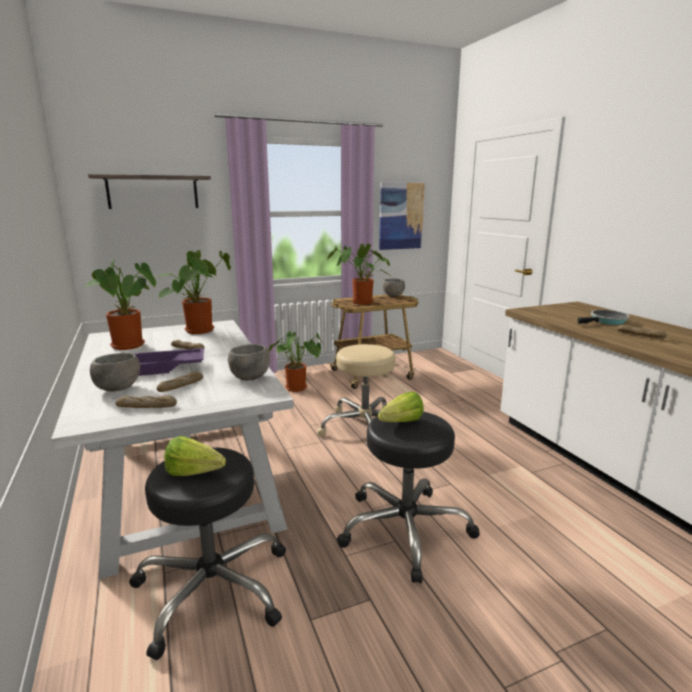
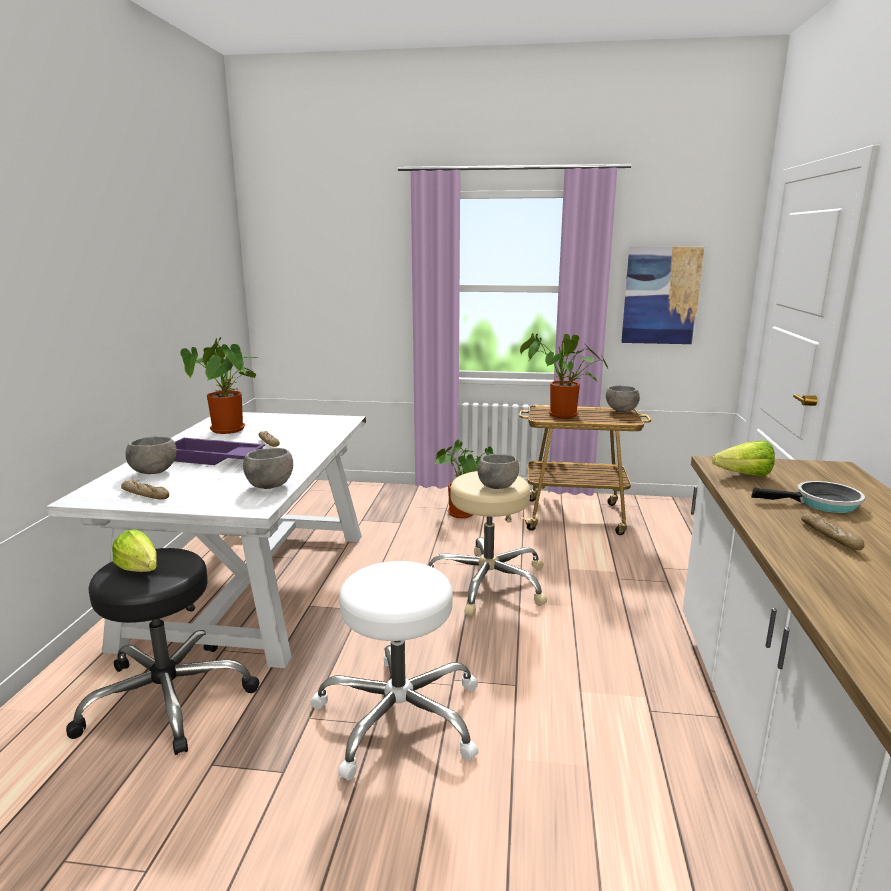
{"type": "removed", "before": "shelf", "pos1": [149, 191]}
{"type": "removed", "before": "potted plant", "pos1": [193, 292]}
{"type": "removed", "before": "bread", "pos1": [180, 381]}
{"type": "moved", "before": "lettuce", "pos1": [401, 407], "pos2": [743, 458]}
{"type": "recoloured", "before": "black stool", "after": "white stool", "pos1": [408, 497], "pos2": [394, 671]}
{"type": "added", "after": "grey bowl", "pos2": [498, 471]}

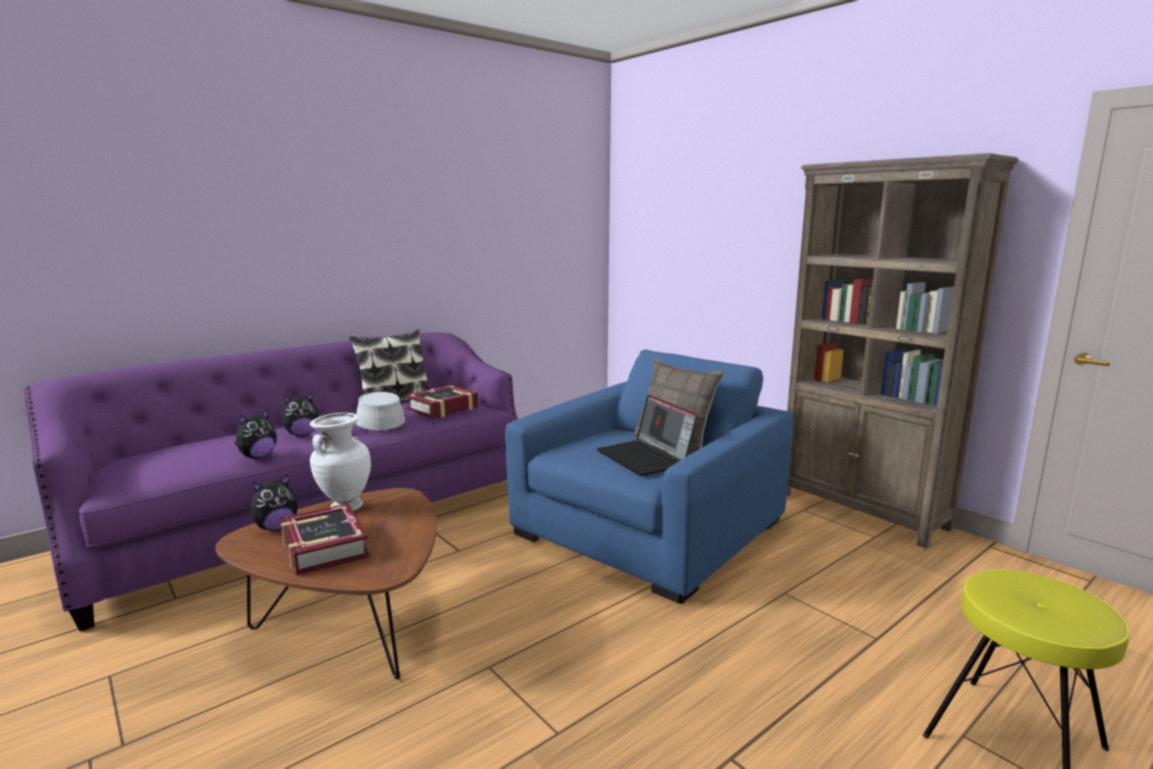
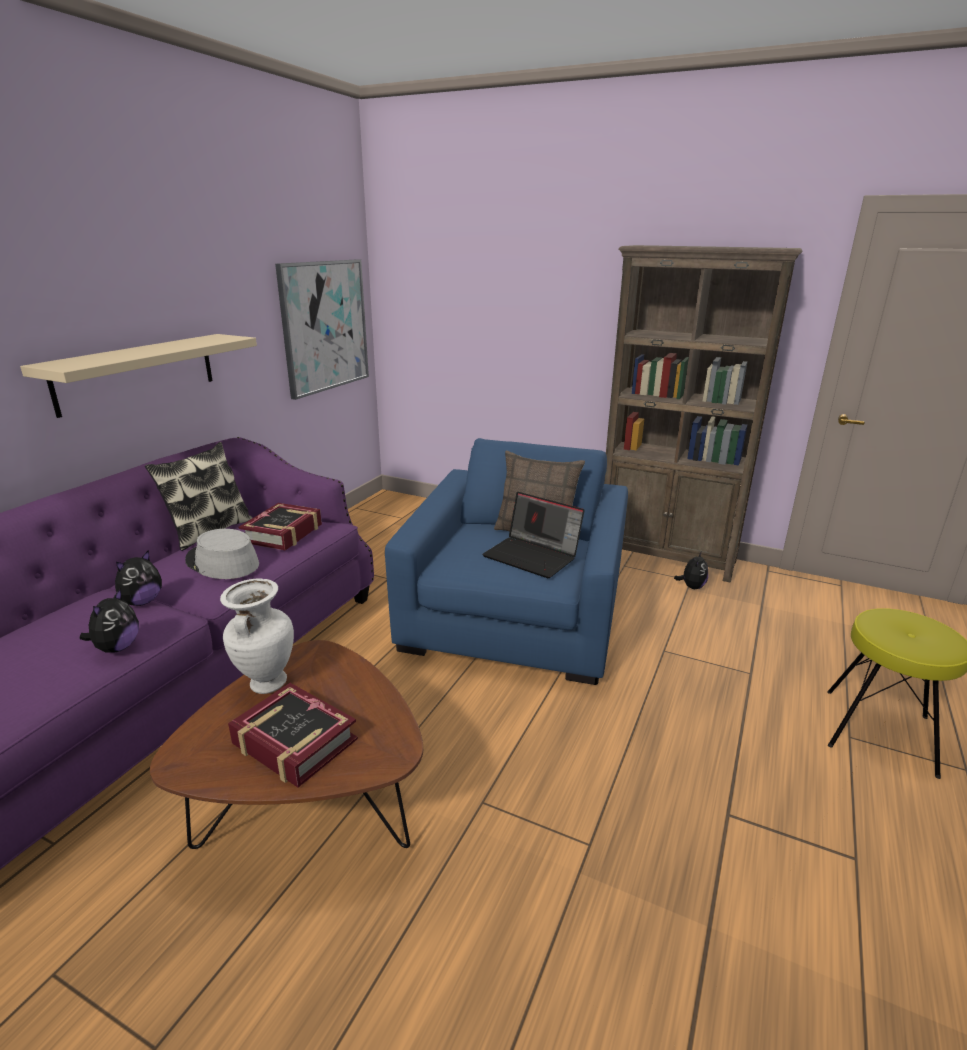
{"type": "moved", "before": "plush toy", "pos1": [274, 502], "pos2": [691, 570]}
{"type": "added", "after": "picture", "pos2": [322, 329]}
{"type": "added", "after": "beige shelf", "pos2": [138, 376]}

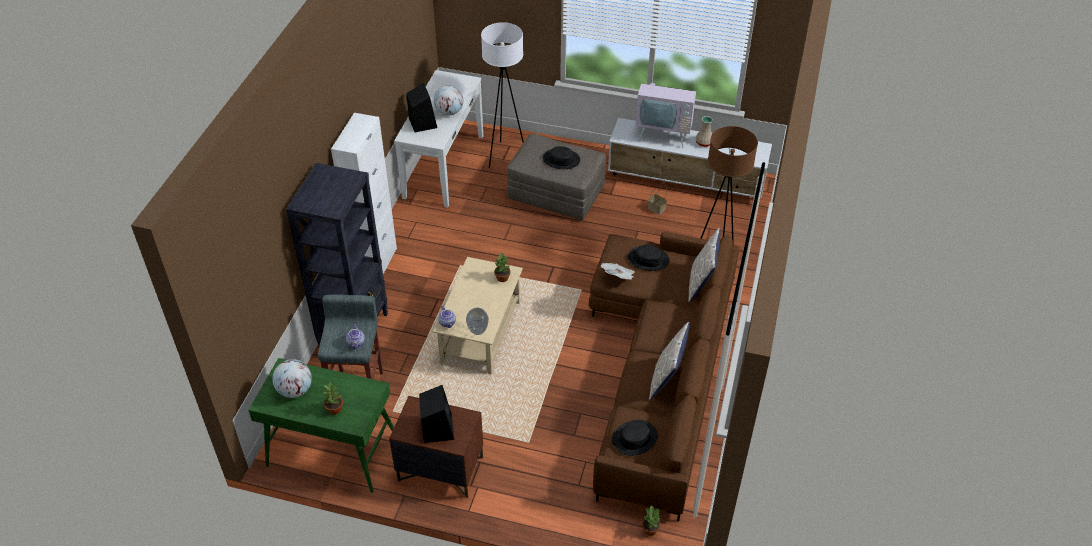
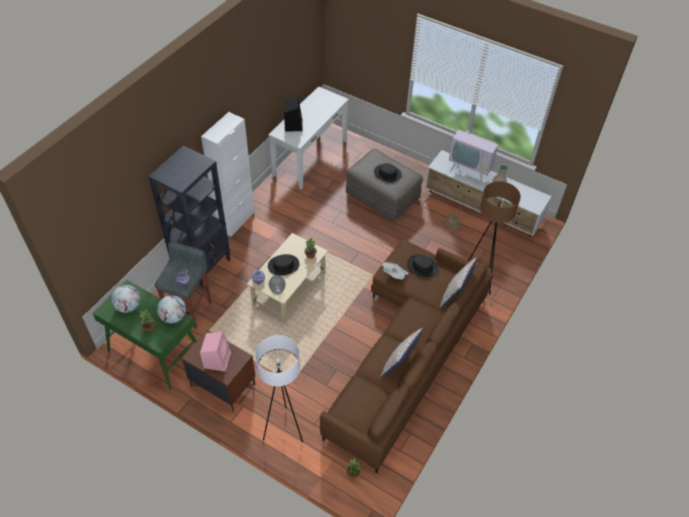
{"type": "moved", "before": "white floor lamp", "pos1": [502, 95], "pos2": [279, 388]}
{"type": "moved", "before": "globe", "pos1": [449, 100], "pos2": [171, 309]}
{"type": "recoloured", "before": "black speaker", "after": "pink speaker", "pos1": [436, 414], "pos2": [215, 351]}
{"type": "moved", "before": "black hat", "pos1": [635, 438], "pos2": [283, 265]}

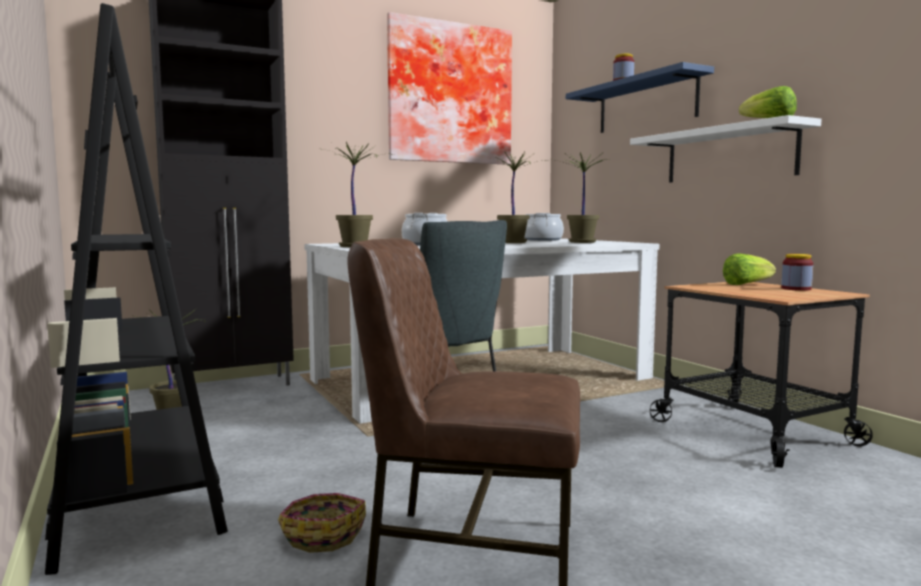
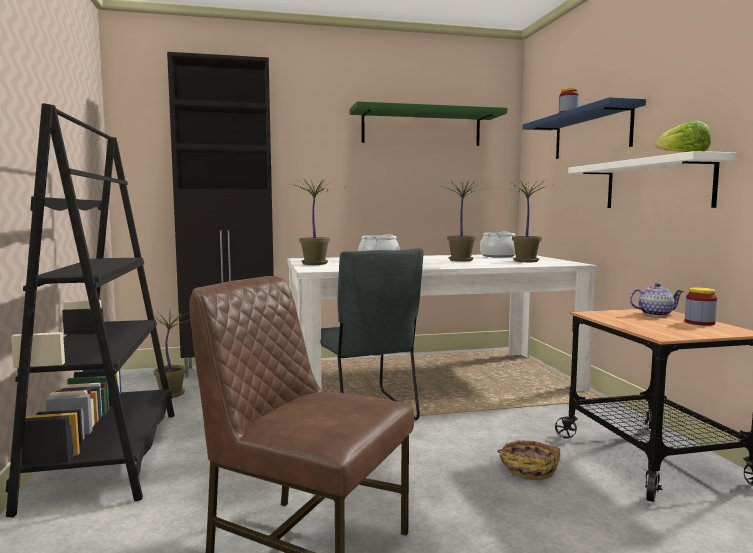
{"type": "replaced", "before": "picture", "after": "green shelf", "pos1": [449, 88], "pos2": [428, 123]}
{"type": "replaced", "before": "lettuce", "after": "teapot", "pos1": [749, 269], "pos2": [657, 299]}
{"type": "moved", "before": "basket", "pos1": [322, 523], "pos2": [528, 460]}

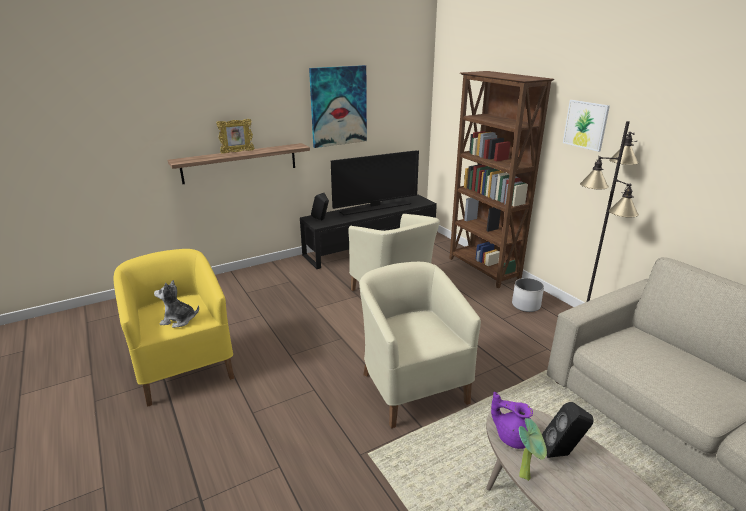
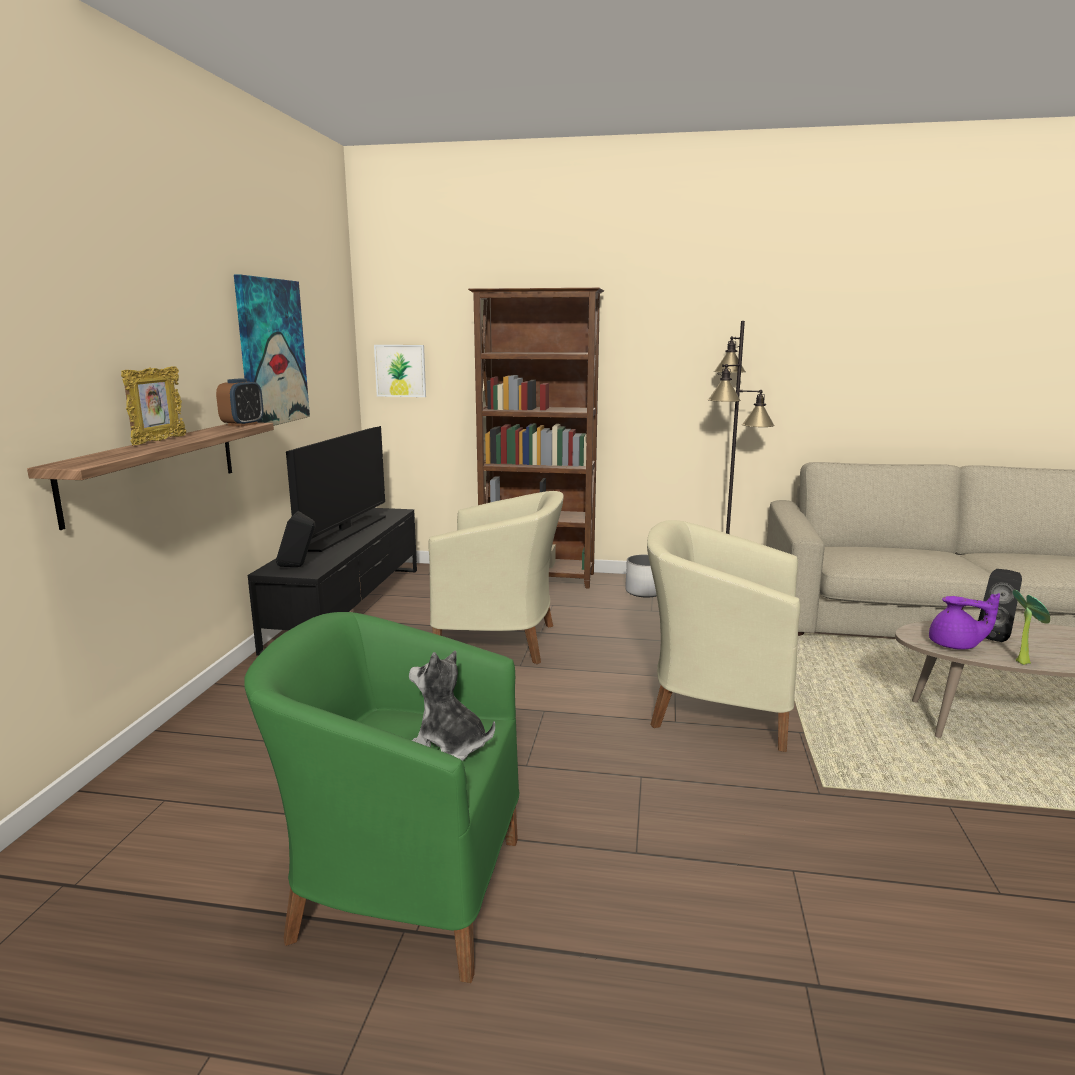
{"type": "moved", "before": "picture", "pos1": [586, 126], "pos2": [400, 371]}
{"type": "recoloured", "before": "yellow armchair", "after": "green armchair", "pos1": [173, 328], "pos2": [381, 797]}
{"type": "turned", "before": "plush toy", "pos1": [176, 304], "pos2": [452, 706], "turn": 75}
{"type": "turned", "before": "purple teapot", "pos1": [512, 420], "pos2": [964, 621], "turn": -135}
{"type": "added", "after": "alarm clock", "pos2": [240, 402]}

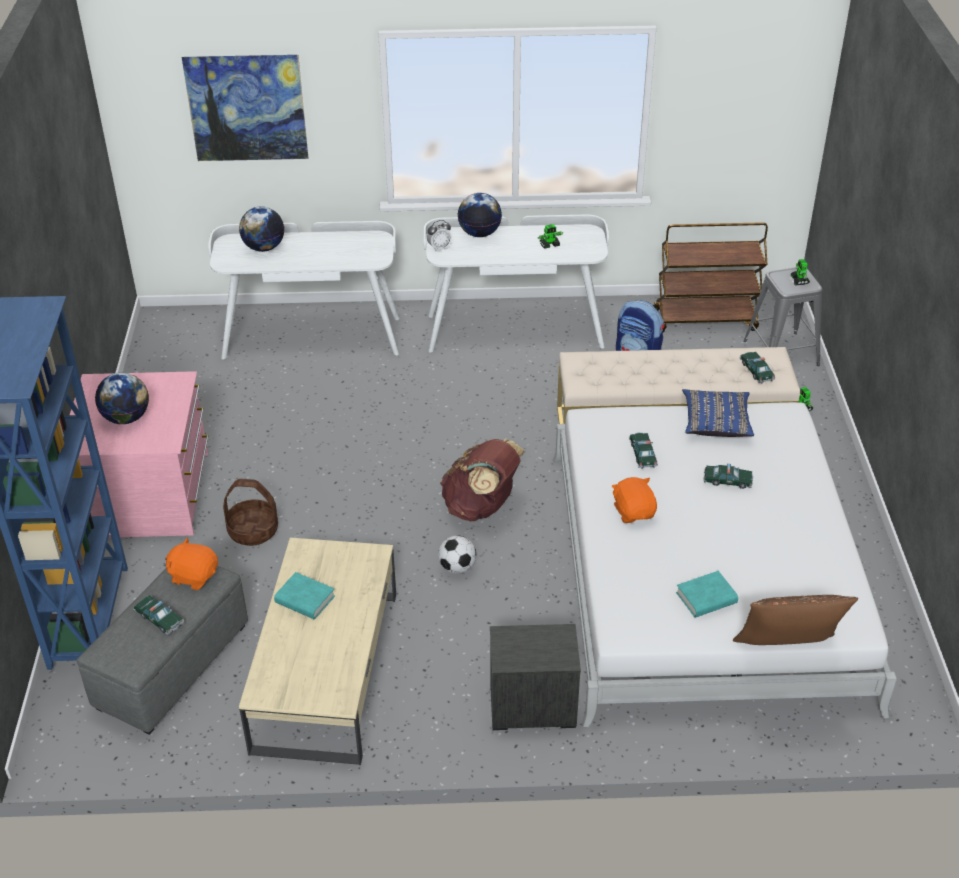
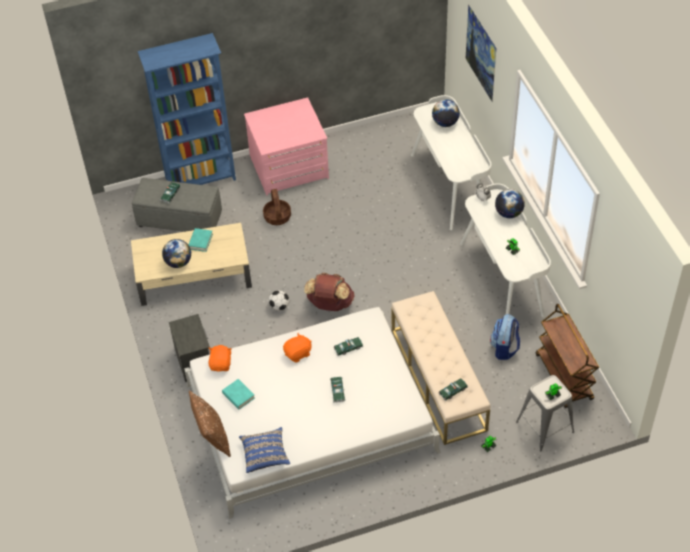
{"type": "moved", "before": "globe", "pos1": [122, 398], "pos2": [176, 253]}
{"type": "moved", "before": "blue pillow", "pos1": [718, 413], "pos2": [264, 450]}
{"type": "moved", "before": "orange plush toy", "pos1": [191, 564], "pos2": [220, 358]}

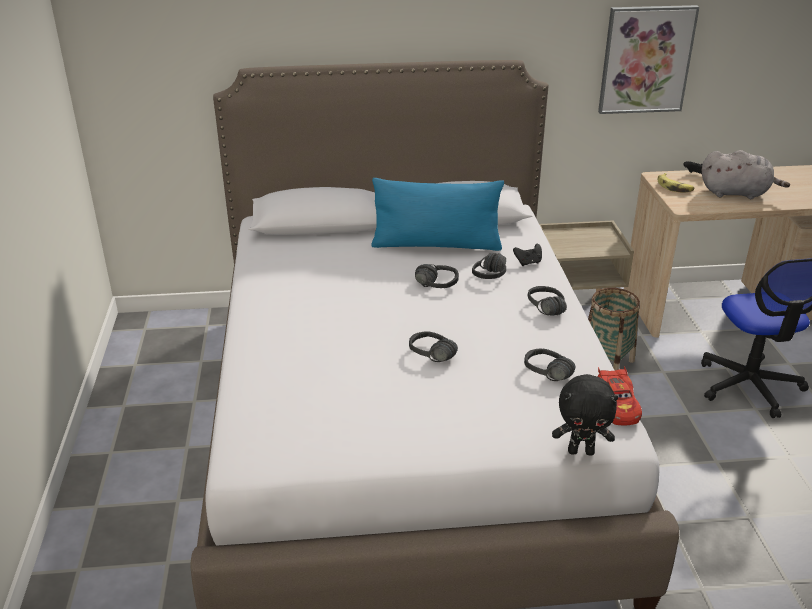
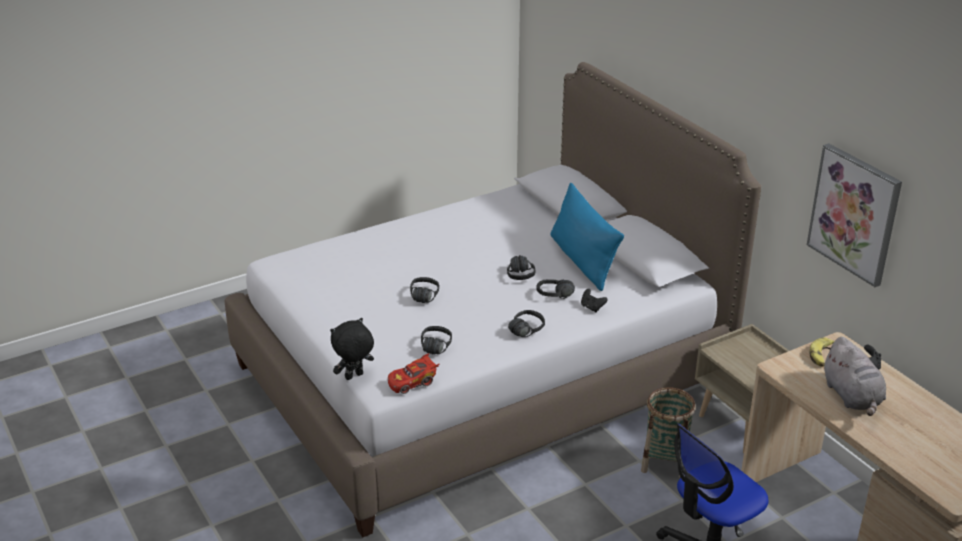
{"type": "turned", "before": "black plush toy", "pos1": [585, 415], "pos2": [352, 349], "turn": 75}

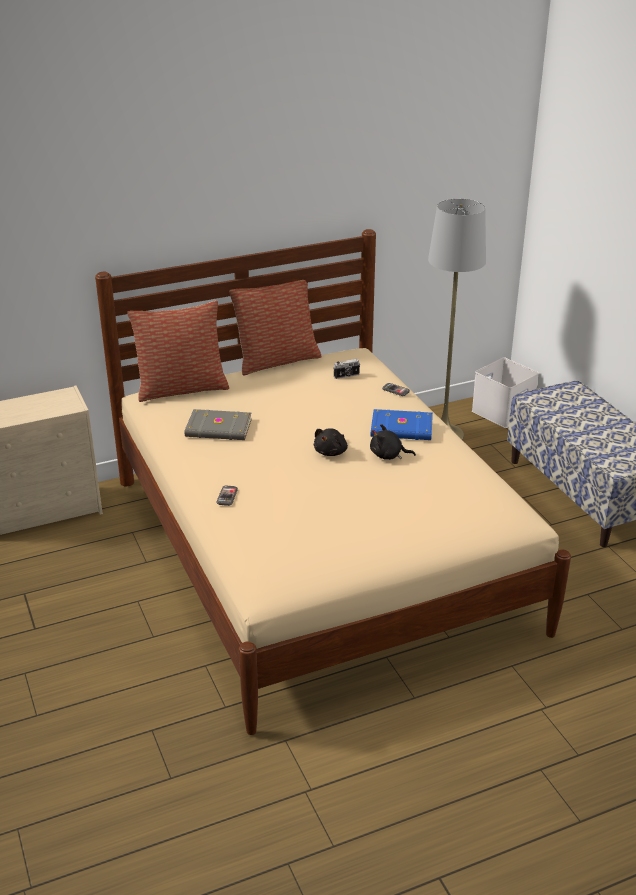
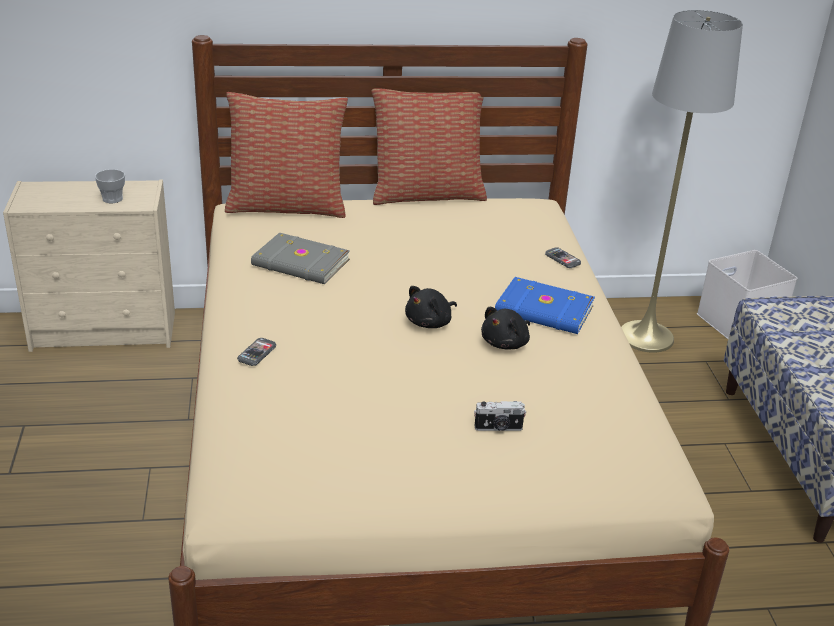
{"type": "moved", "before": "photo camera", "pos1": [346, 369], "pos2": [500, 416]}
{"type": "turned", "before": "black plush toy", "pos1": [393, 442], "pos2": [505, 328], "turn": -75}
{"type": "added", "after": "cup", "pos2": [110, 186]}

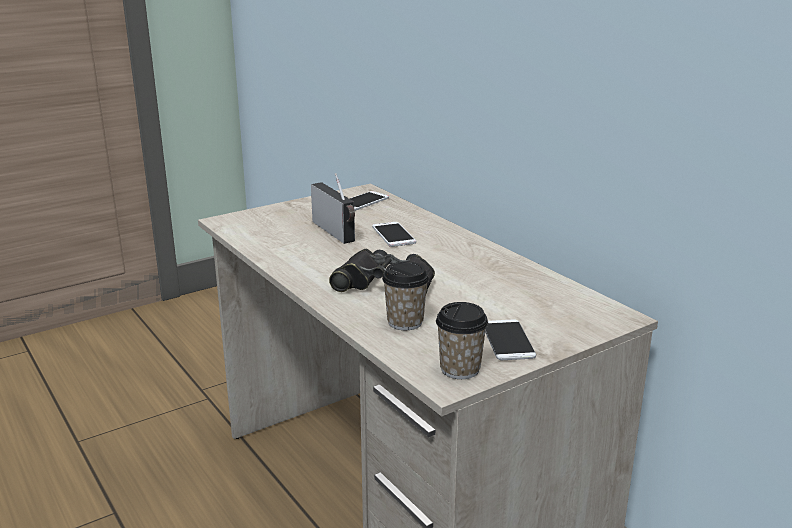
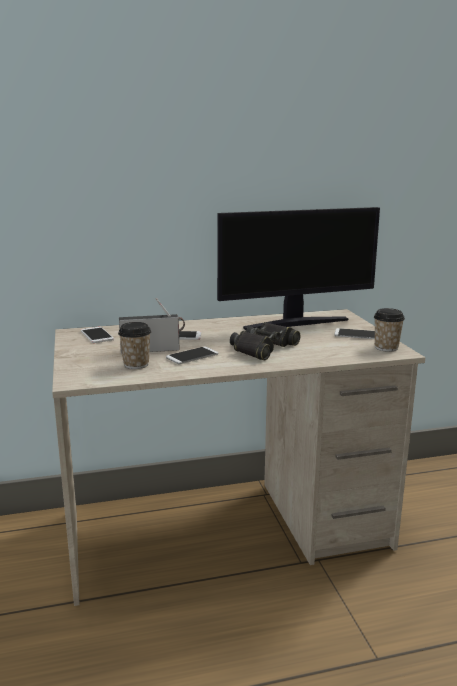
{"type": "moved", "before": "cup", "pos1": [405, 295], "pos2": [134, 345]}
{"type": "added", "after": "monitor", "pos2": [298, 268]}
{"type": "added", "after": "phone", "pos2": [192, 355]}

